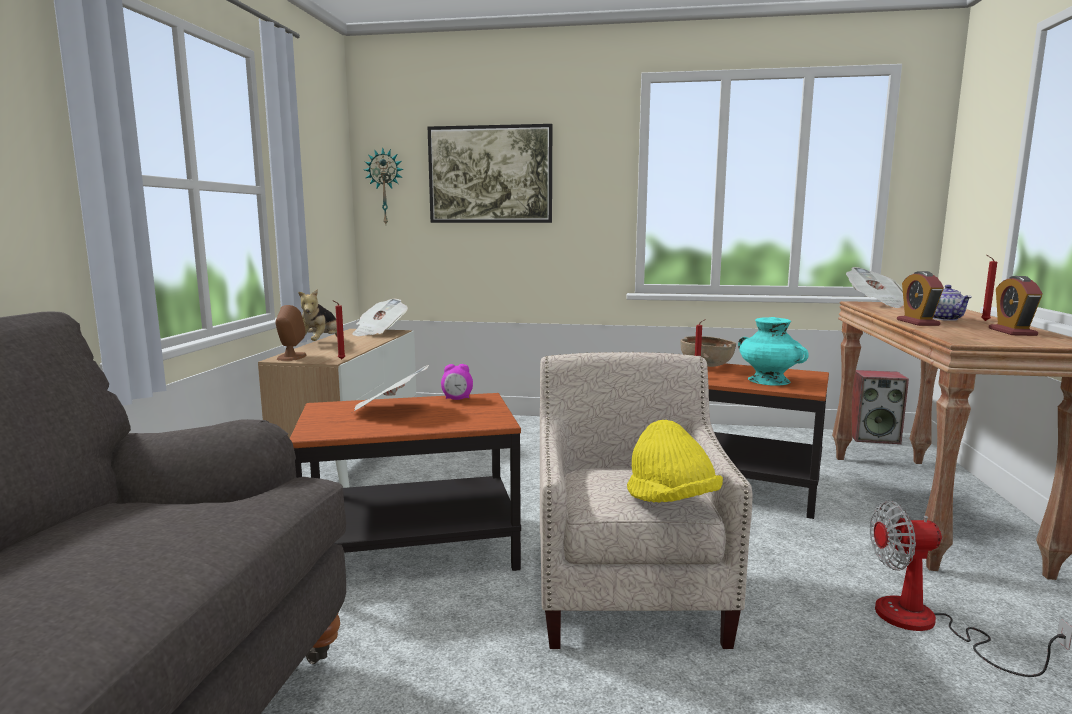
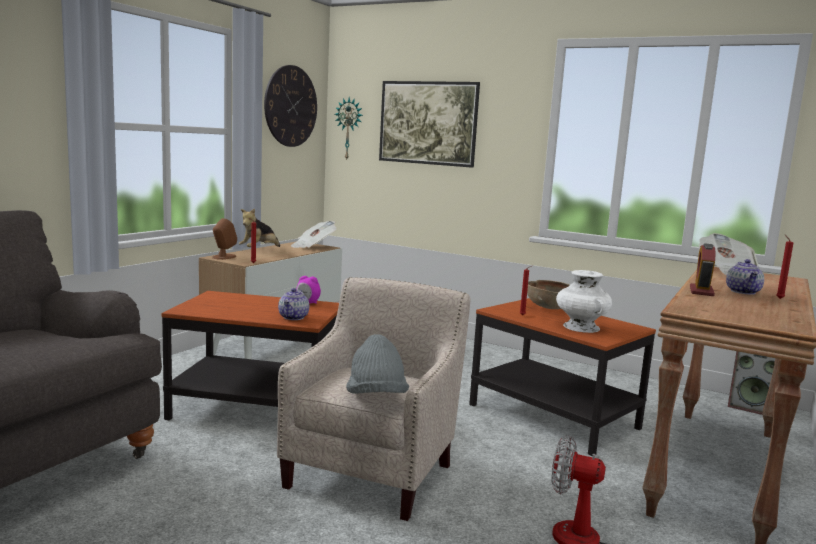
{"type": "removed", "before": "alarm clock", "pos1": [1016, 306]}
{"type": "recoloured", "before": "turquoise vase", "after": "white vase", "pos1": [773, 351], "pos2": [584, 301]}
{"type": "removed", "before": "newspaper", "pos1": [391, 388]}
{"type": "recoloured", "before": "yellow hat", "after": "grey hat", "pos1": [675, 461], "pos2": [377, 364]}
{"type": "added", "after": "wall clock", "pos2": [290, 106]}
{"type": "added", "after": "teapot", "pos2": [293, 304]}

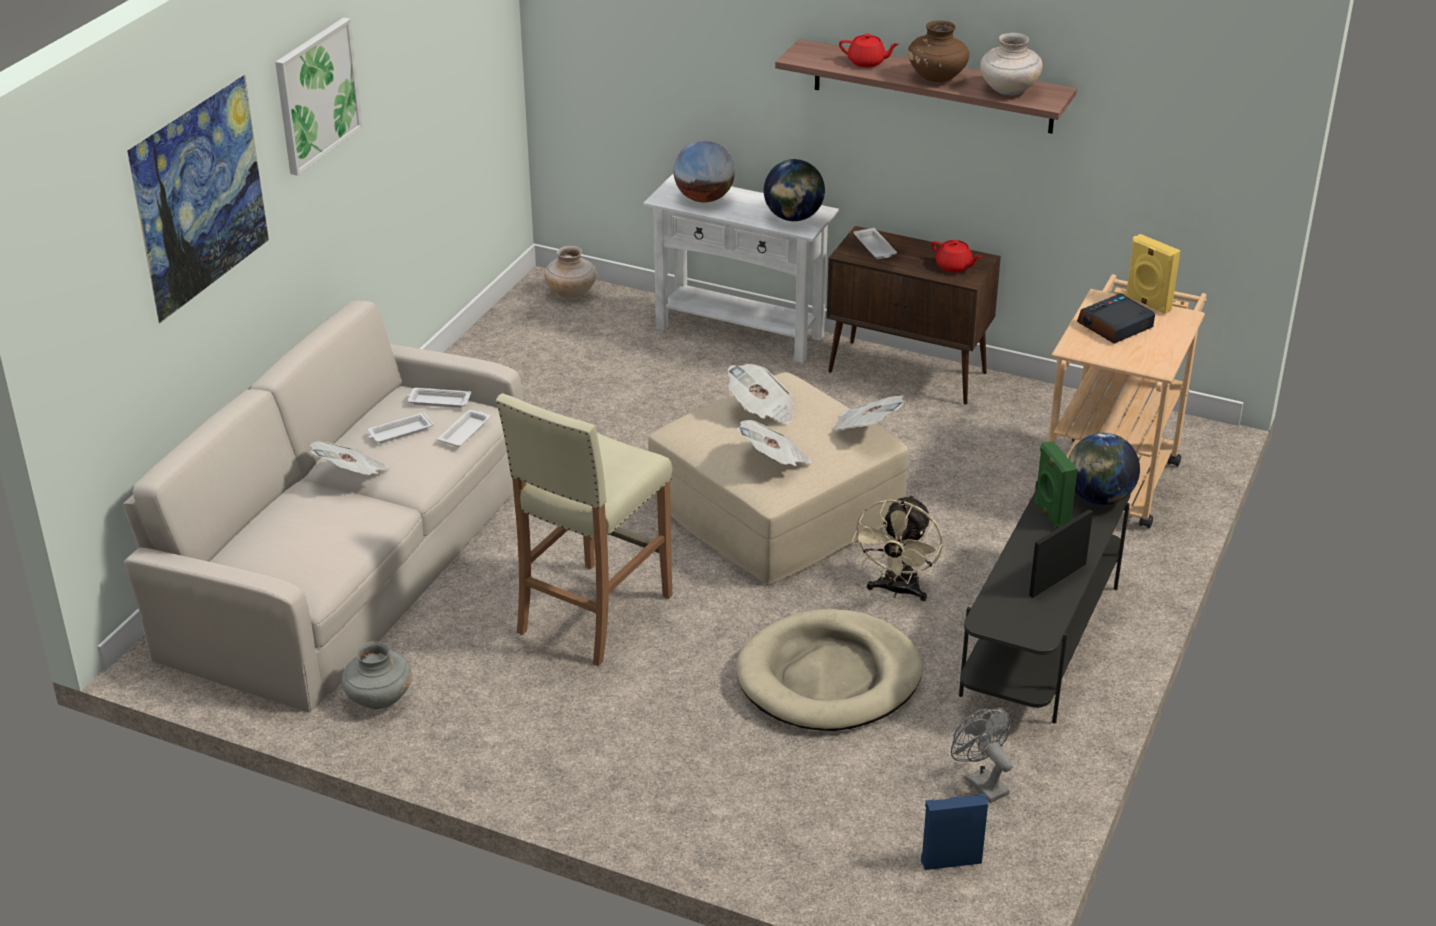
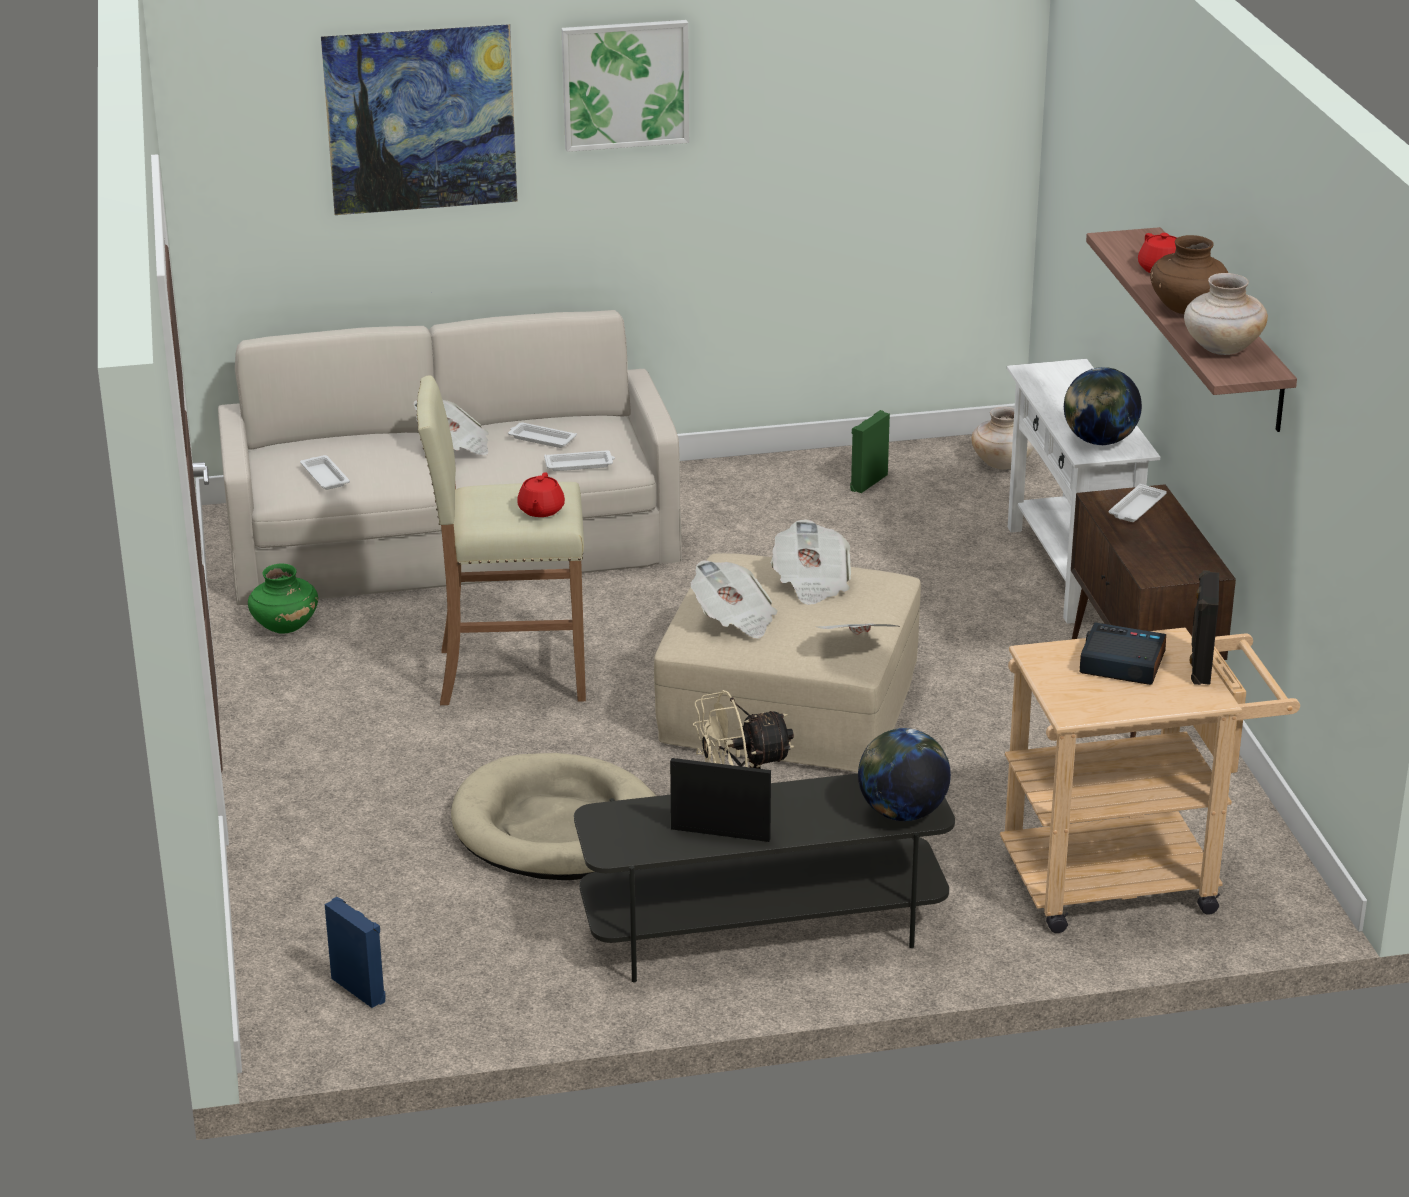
{"type": "removed", "before": "globe", "pos1": [704, 171]}
{"type": "recoloured", "before": "yellow speaker", "after": "black speaker", "pos1": [1153, 274], "pos2": [1204, 627]}
{"type": "moved", "before": "red teapot", "pos1": [956, 256], "pos2": [541, 494]}
{"type": "moved", "before": "white tray", "pos1": [439, 398], "pos2": [325, 472]}
{"type": "moved", "before": "green speaker", "pos1": [1055, 485], "pos2": [870, 451]}
{"type": "recoloured", "before": "grey vase", "after": "green vase", "pos1": [377, 675], "pos2": [283, 598]}
{"type": "removed", "before": "grey fan", "pos1": [982, 755]}

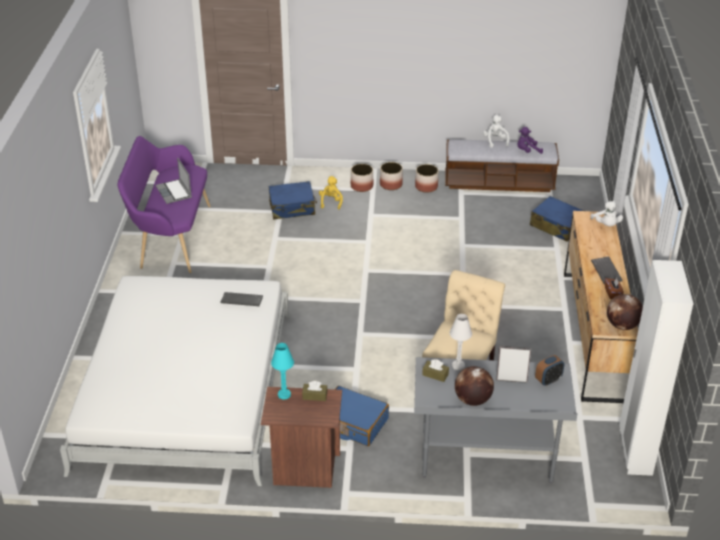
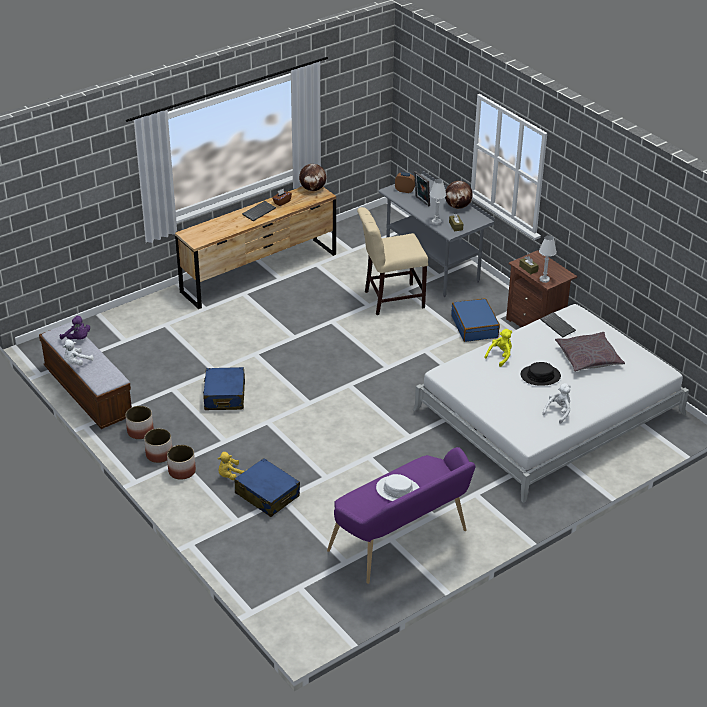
{"type": "replaced", "before": "laptop", "after": "white hat", "pos1": [174, 180], "pos2": [398, 487]}
{"type": "moved", "before": "blue suitcase", "pos1": [557, 219], "pos2": [224, 388]}
{"type": "moved", "before": "white plush toy", "pos1": [606, 213], "pos2": [556, 403]}
{"type": "removed", "before": "white wardrobe", "pos1": [656, 368]}
{"type": "moved", "before": "keyboard", "pos1": [241, 299], "pos2": [558, 324]}
{"type": "recoloured", "before": "turquoise table lamp", "after": "white table lamp", "pos1": [282, 371], "pos2": [548, 259]}
{"type": "added", "after": "yellow plush toy", "pos2": [498, 348]}
{"type": "added", "after": "grey pillow", "pos2": [590, 352]}
{"type": "added", "after": "black hat", "pos2": [541, 374]}

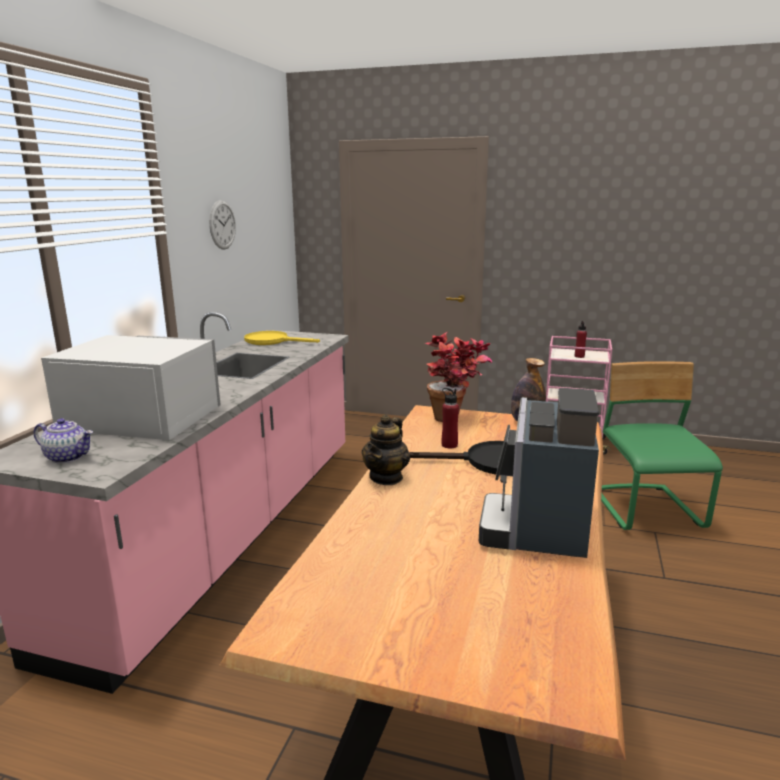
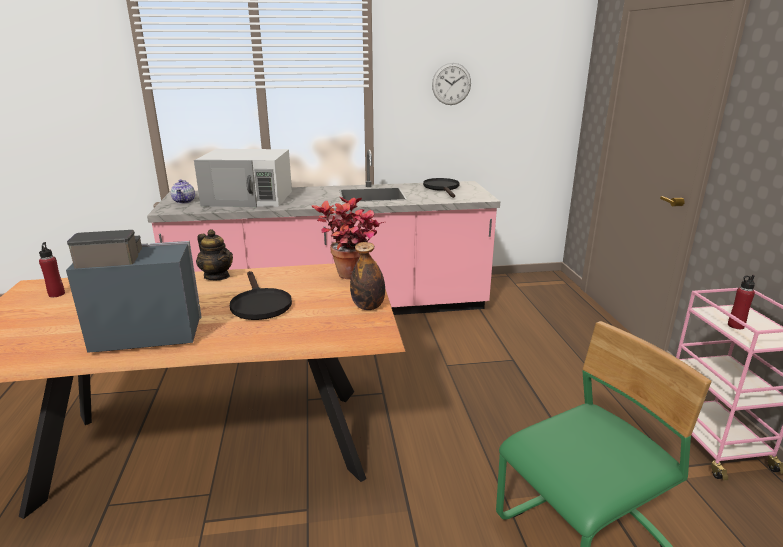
{"type": "recoloured", "before": "yellow frying pan", "after": "black frying pan", "pos1": [282, 338], "pos2": [441, 188]}
{"type": "turned", "before": "white microwave", "pos1": [131, 387], "pos2": [243, 178], "turn": 105}
{"type": "moved", "before": "red bottle", "pos1": [450, 418], "pos2": [52, 269]}
{"type": "turned", "before": "teapot", "pos1": [386, 449], "pos2": [214, 254], "turn": -135}

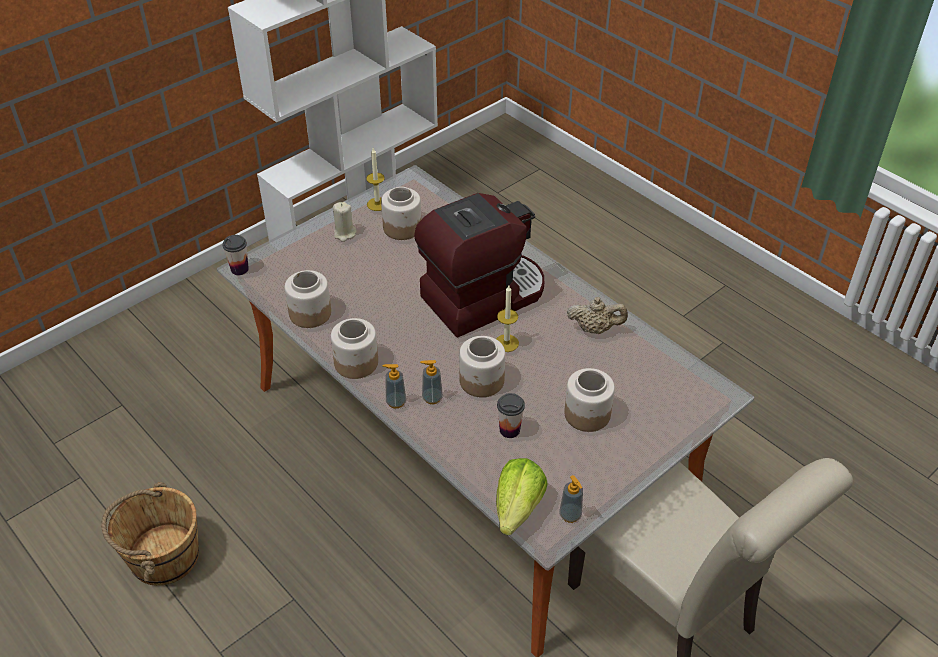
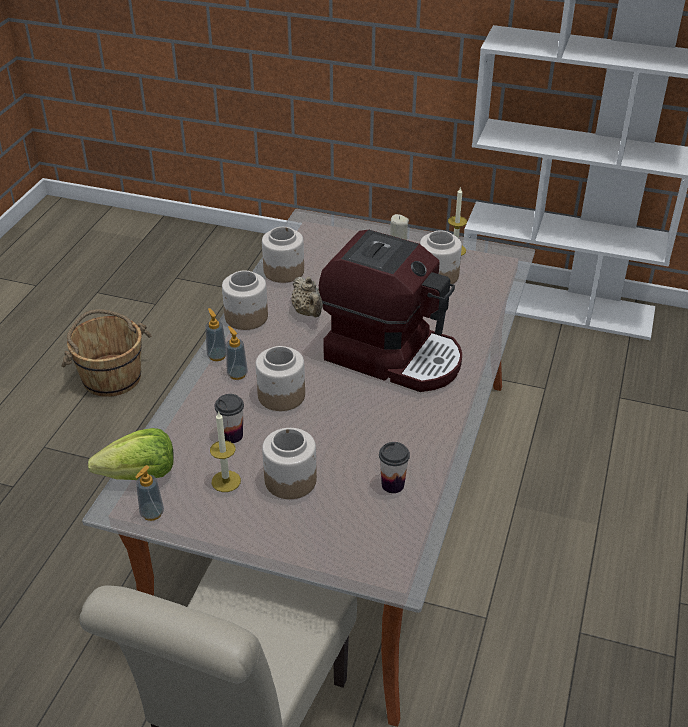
{"type": "moved", "before": "cup", "pos1": [235, 255], "pos2": [394, 467]}
{"type": "moved", "before": "candle", "pos1": [507, 318], "pos2": [225, 451]}
{"type": "moved", "before": "beige teapot", "pos1": [597, 315], "pos2": [307, 297]}

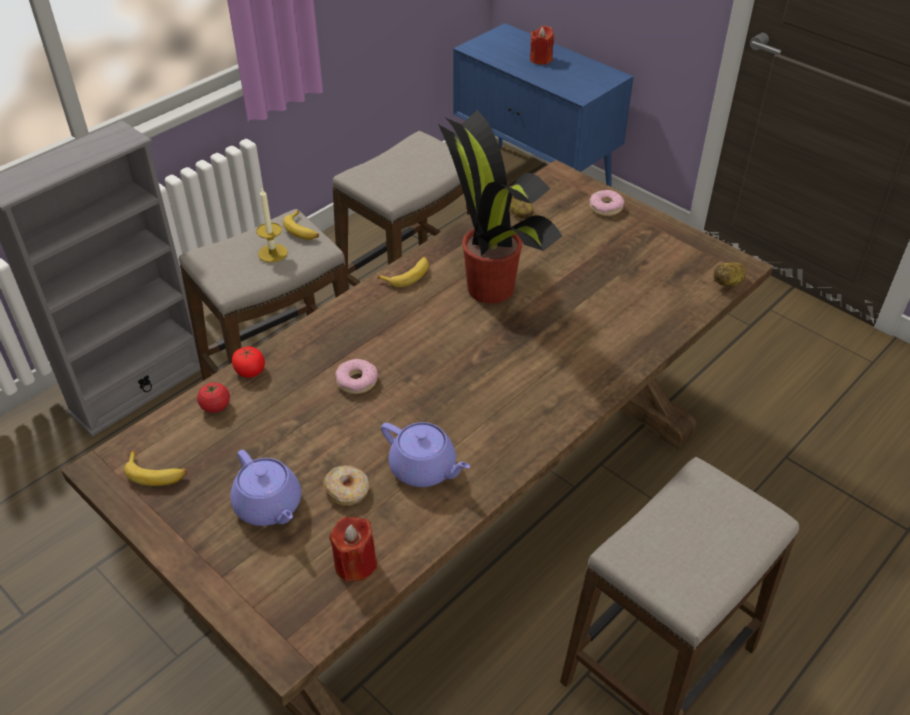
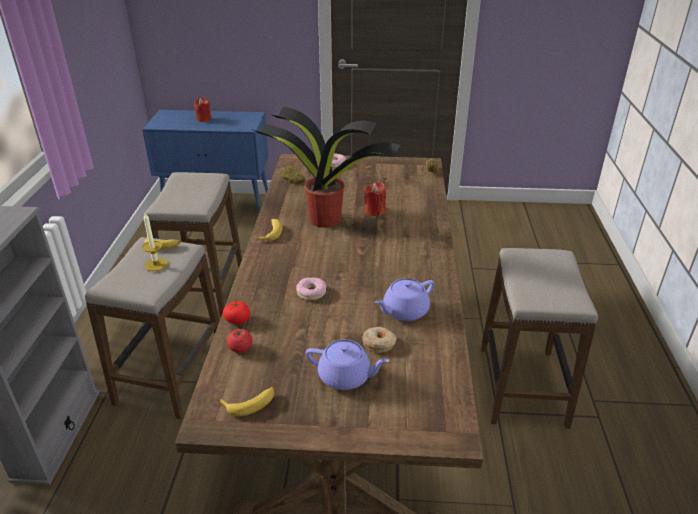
{"type": "turned", "before": "purple teapot", "pos1": [425, 454], "pos2": [405, 299], "turn": 150}
{"type": "moved", "before": "red candle", "pos1": [353, 549], "pos2": [375, 199]}

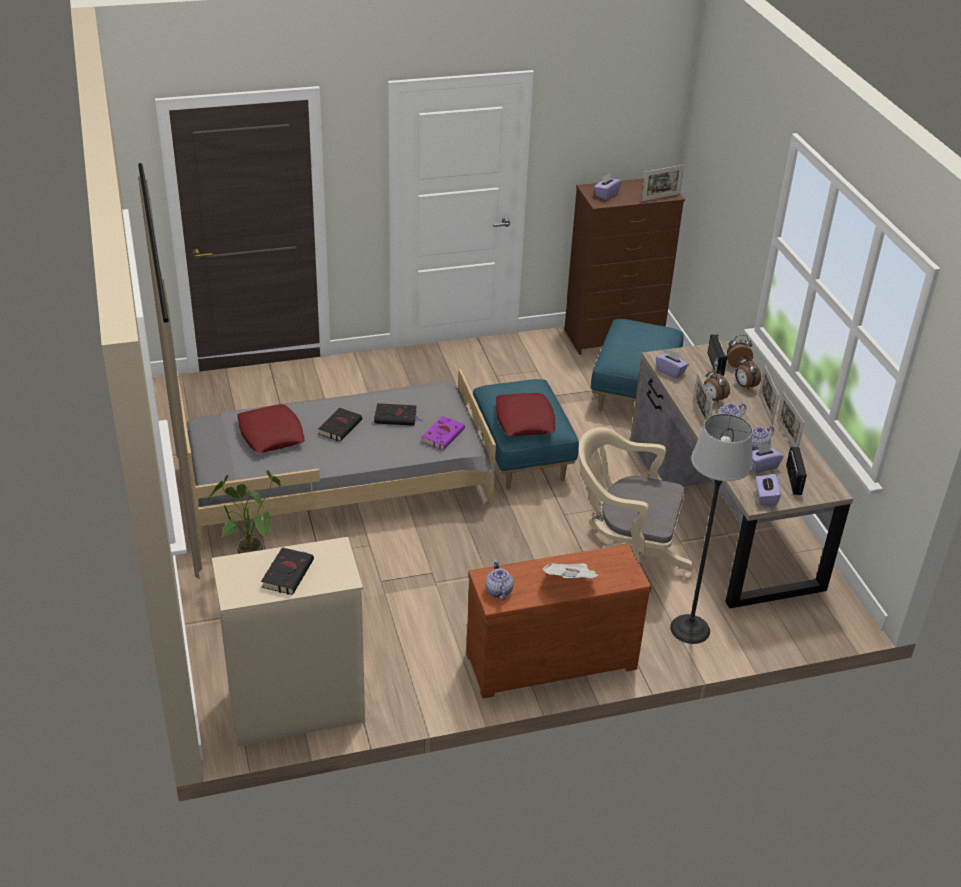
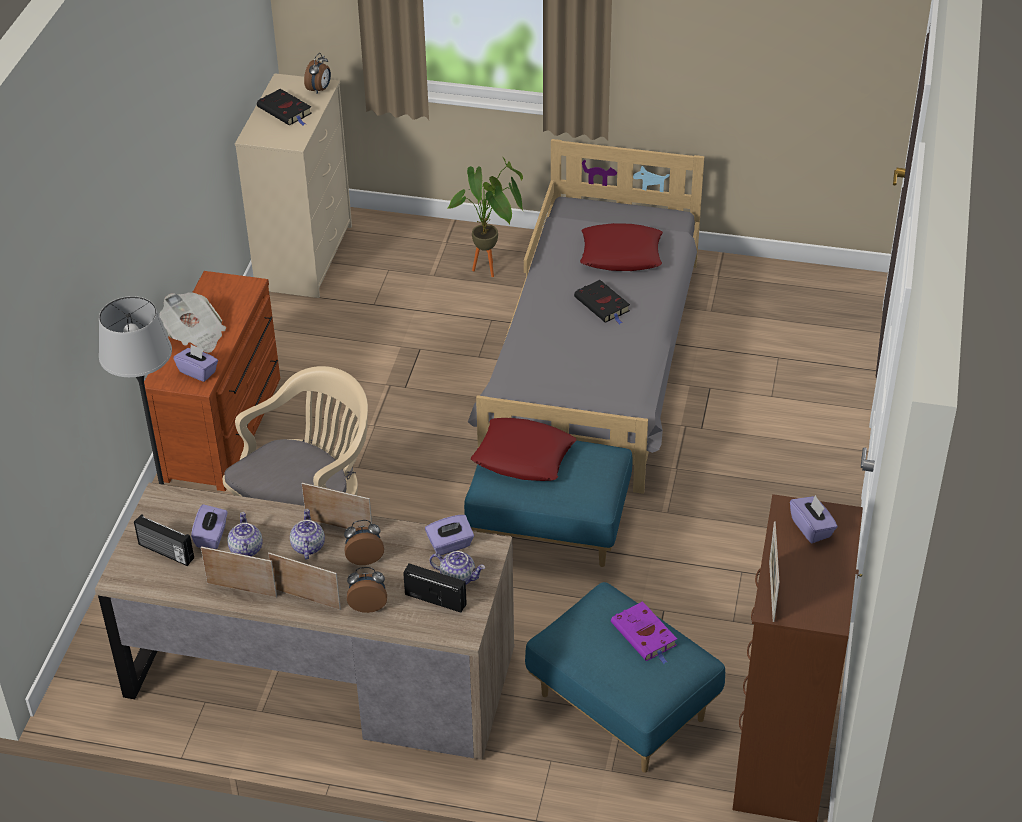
{"type": "moved", "before": "alarm clock", "pos1": [740, 351], "pos2": [317, 73]}
{"type": "removed", "before": "black book", "pos1": [398, 414]}
{"type": "moved", "before": "purple book", "pos1": [443, 433], "pos2": [644, 632]}
{"type": "moved", "before": "purple tissue box", "pos1": [768, 490], "pos2": [195, 363]}
{"type": "moved", "before": "teapot", "pos1": [499, 580], "pos2": [457, 568]}

